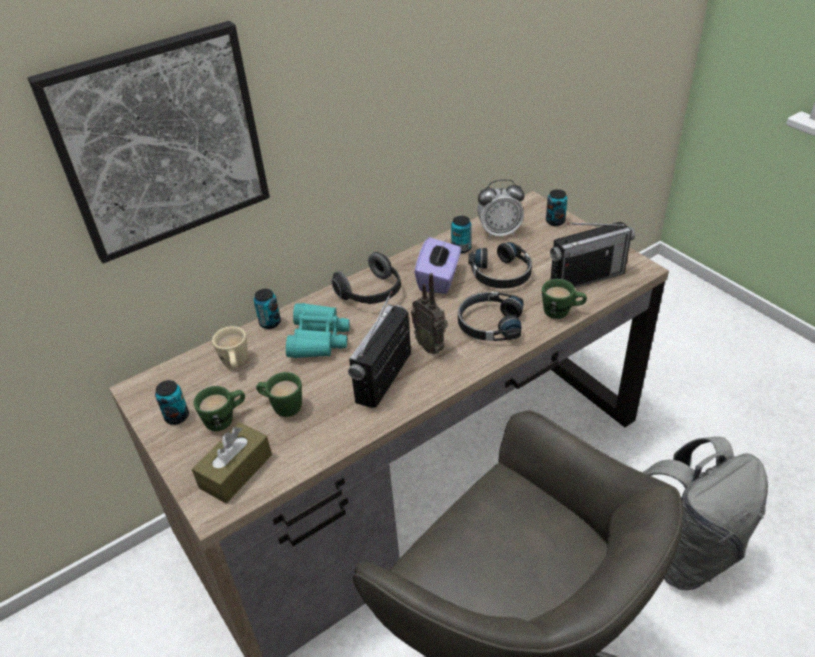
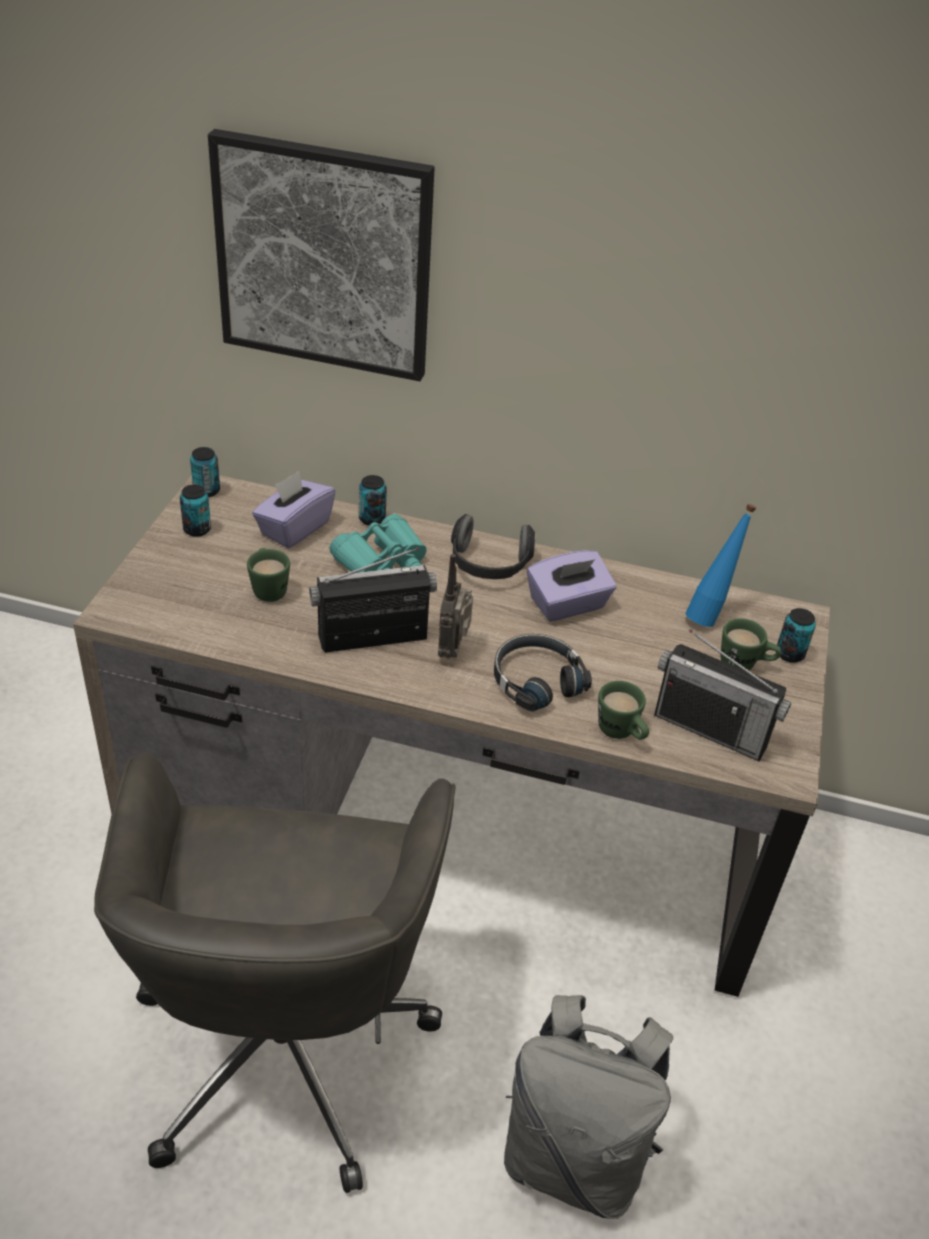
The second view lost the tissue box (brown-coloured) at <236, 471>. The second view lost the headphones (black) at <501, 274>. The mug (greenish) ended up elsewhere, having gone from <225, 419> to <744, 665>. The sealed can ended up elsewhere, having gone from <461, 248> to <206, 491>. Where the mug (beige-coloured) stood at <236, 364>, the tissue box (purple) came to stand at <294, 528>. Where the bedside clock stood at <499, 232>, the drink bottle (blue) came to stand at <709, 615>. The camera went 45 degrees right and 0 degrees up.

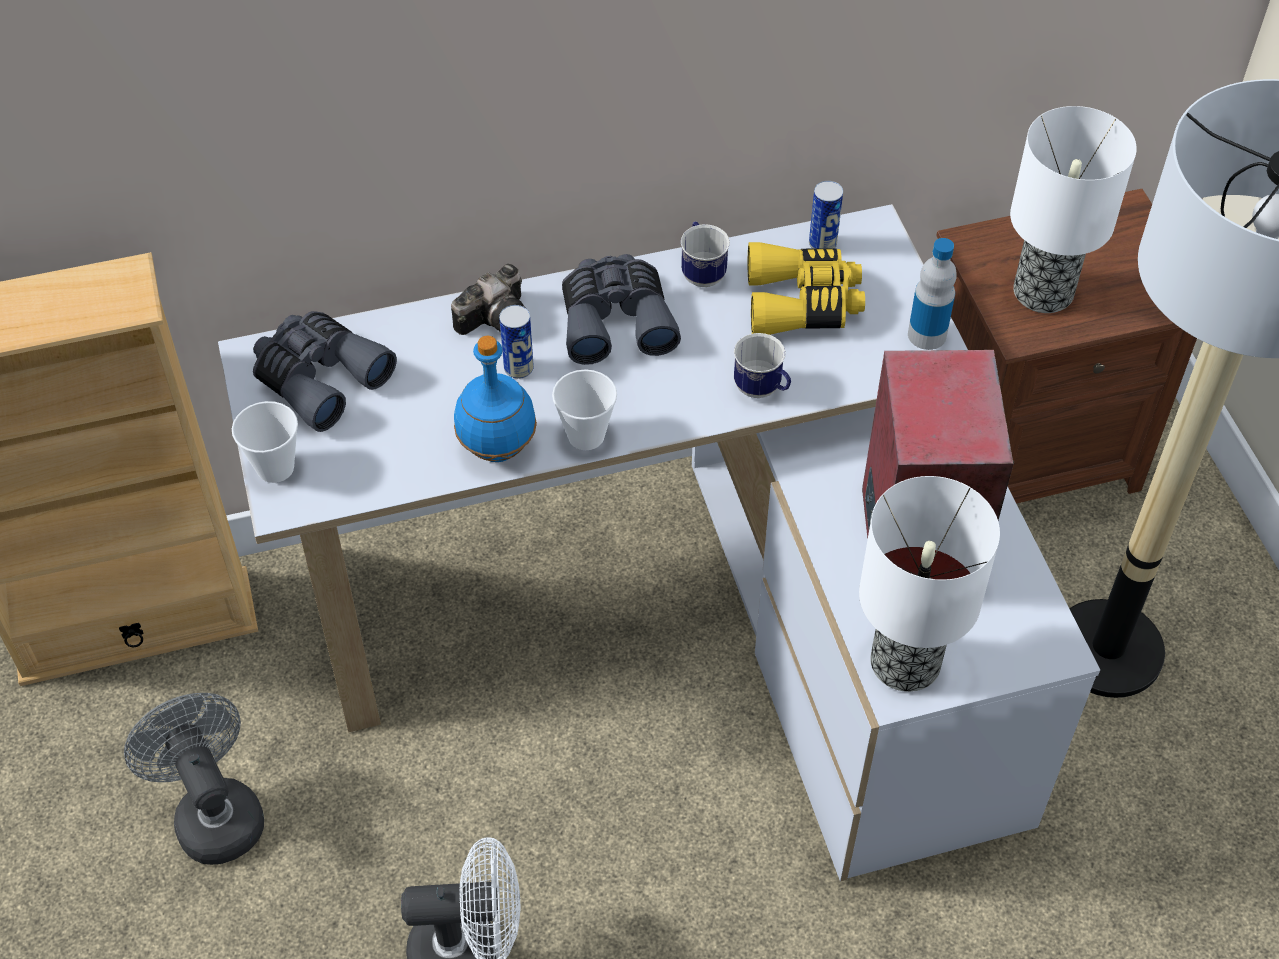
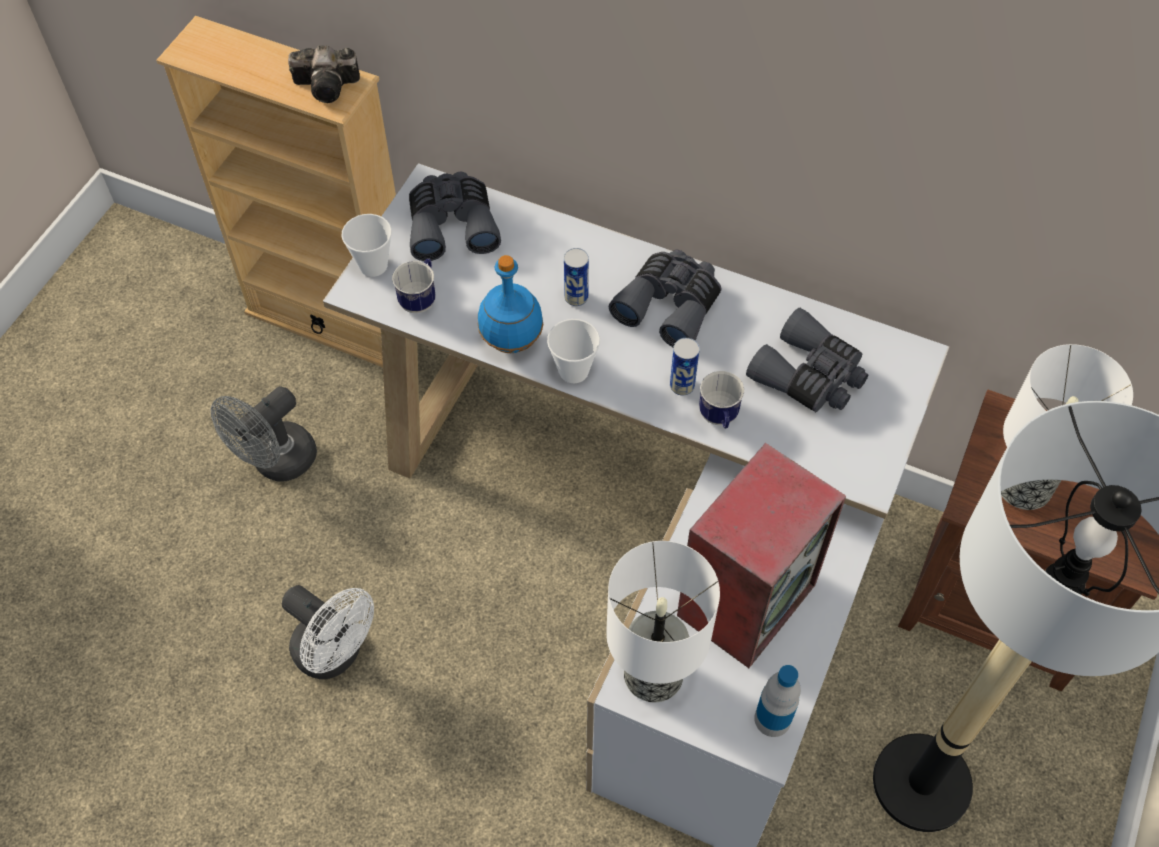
The still camera ended up elsewhere, having gone from <498, 317> to <329, 86>. The mug ended up elsewhere, having gone from <701, 271> to <420, 298>. The sealed can ended up elsewhere, having gone from <822, 244> to <682, 386>. The drink bottle ended up elsewhere, having gone from <927, 335> to <772, 719>. What was the pair of binoculars (yellow-coloured) at <803, 303> turned into the pair of binoculars (grey) at <809, 376>. The fan (grey) at <214, 813> ended up facing another way, 150 degrees counterclockwise from before. The camera went 40 degrees right and 5 degrees up.

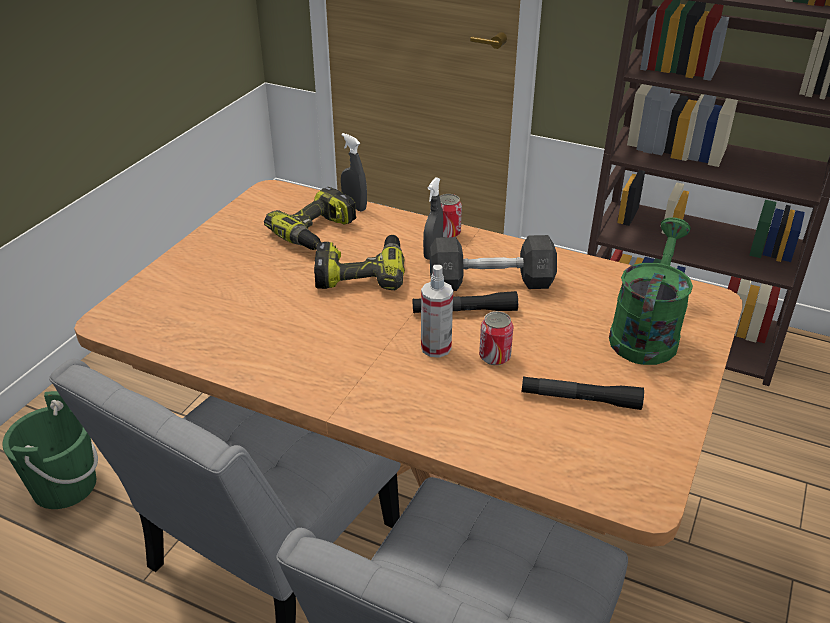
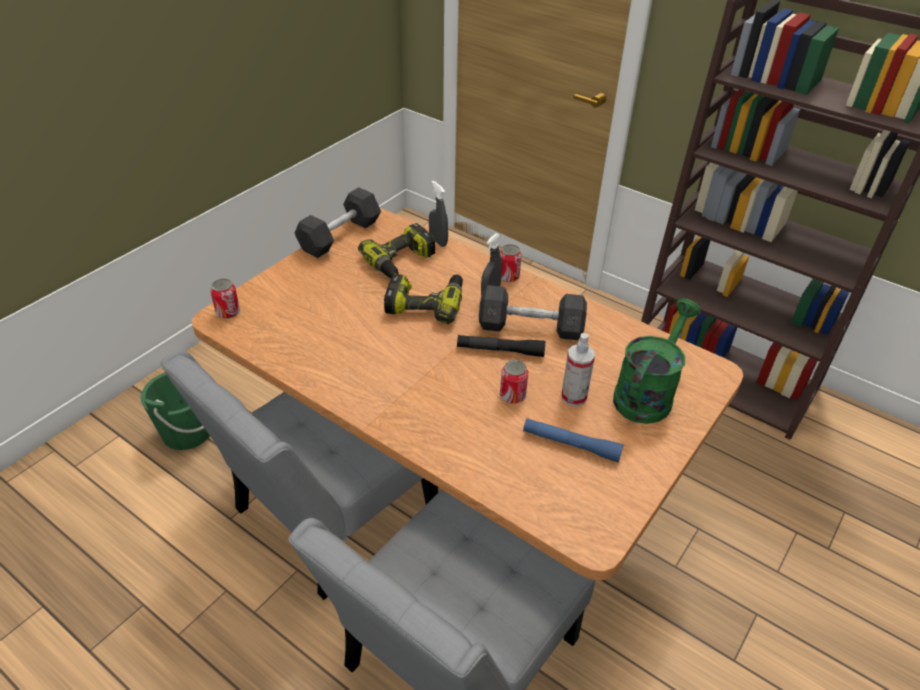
The second view gained the sealed can at <228, 312>. The second view gained the dumbbell (grey) at <340, 236>. The sprayer ended up elsewhere, having gone from <436, 347> to <573, 397>. What was the flashlight (black) at <580, 399> turned into the flashlight (blue) at <571, 445>. The camera went 10 degrees right and 5 degrees up.

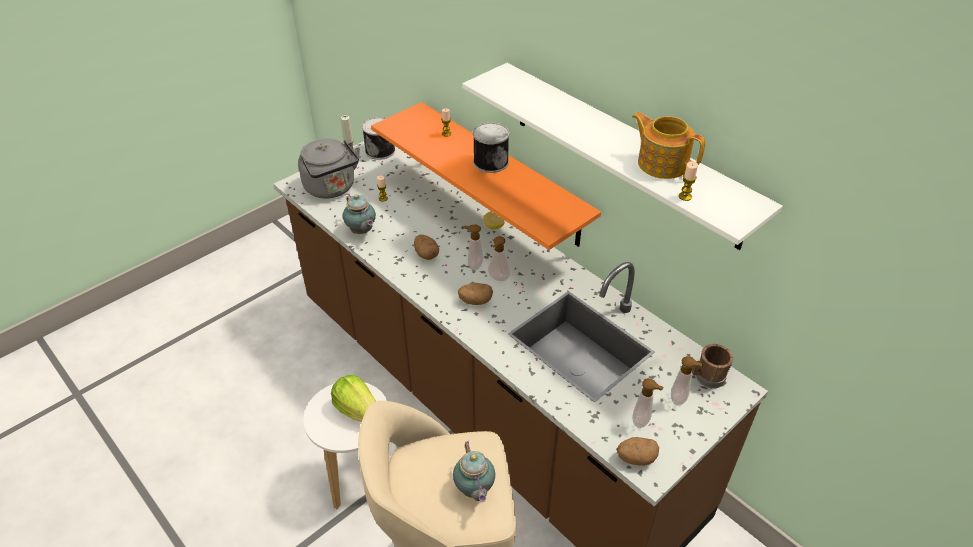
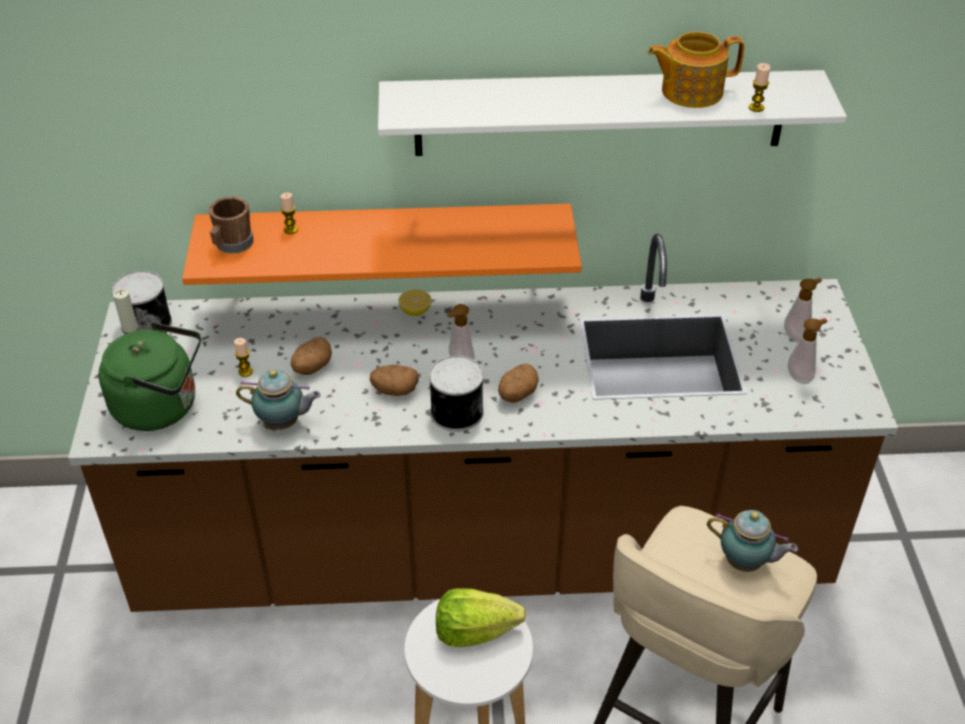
The second view lost the soap dispenser at <498, 279>. The sealed can ended up elsewhere, having gone from <490, 162> to <455, 412>. The potato ended up elsewhere, having gone from <635, 458> to <312, 367>. The mug (brown-coloured) ended up elsewhere, having gone from <706, 378> to <232, 245>. What was the kettle (grey) at <332, 188> turned into the kettle (greenish) at <161, 406>. The camera went 50 degrees left and 0 degrees up.

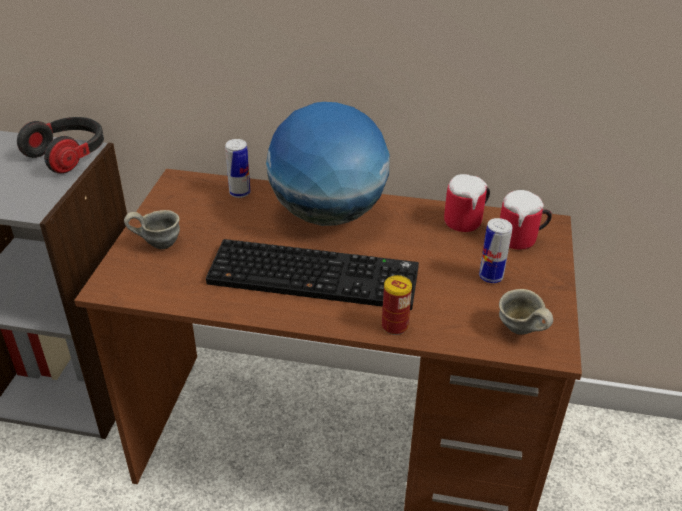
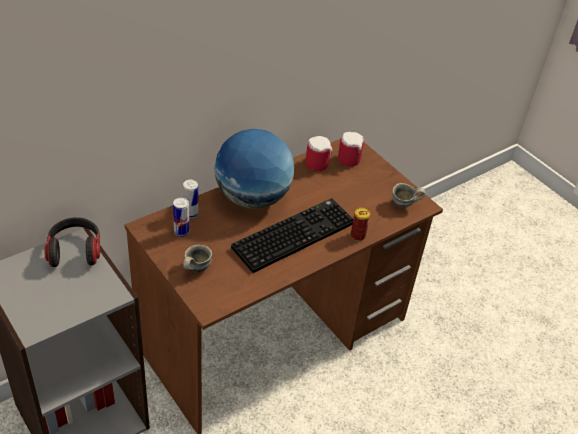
The sealed can ended up elsewhere, having gone from <490, 276> to <181, 232>. The camera went 50 degrees left and 5 degrees up.

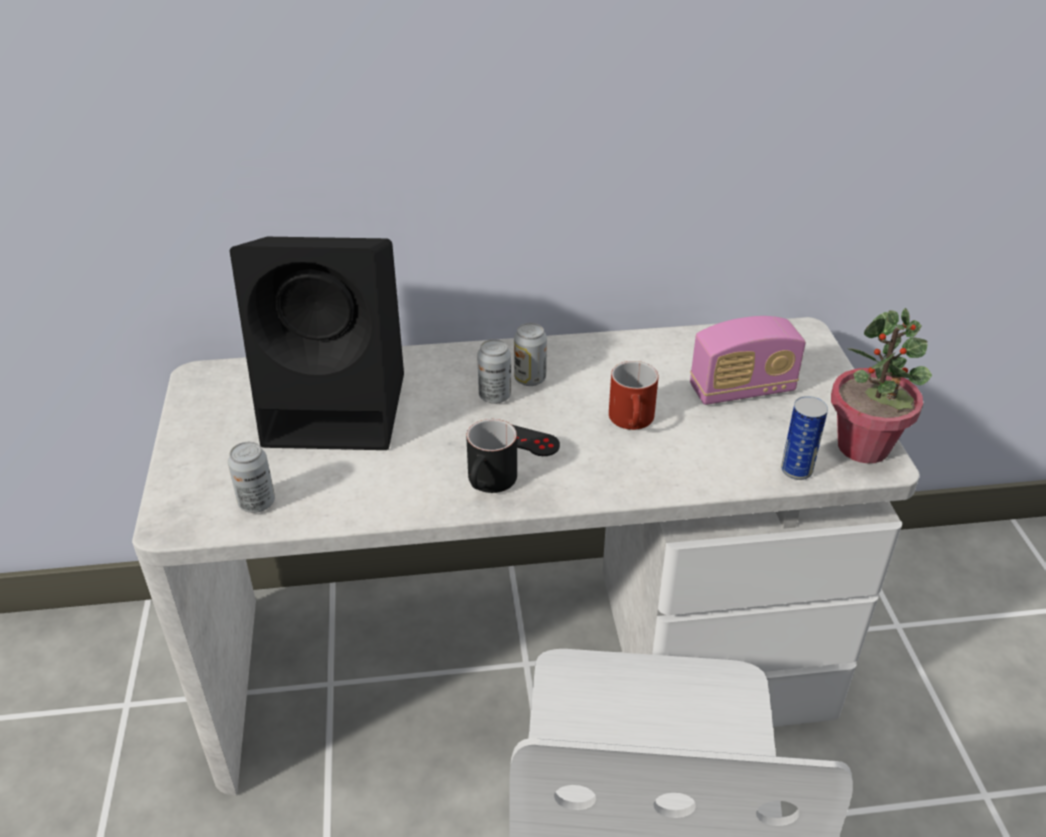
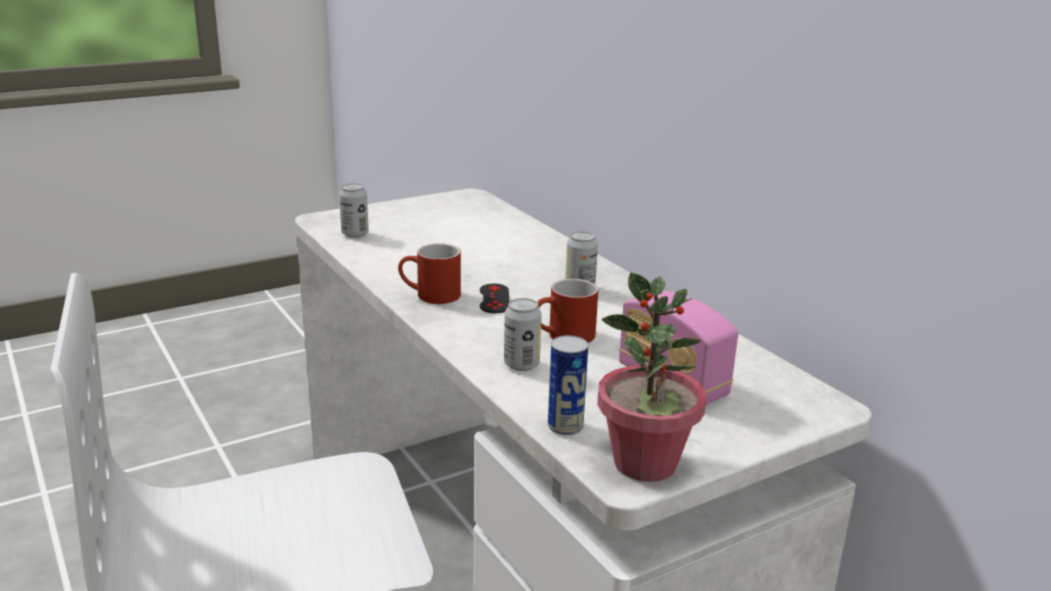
The second view lost the audio speaker (black) at <340, 409>. The sealed can ended up elsewhere, having gone from <495, 396> to <521, 364>. What was the mug (black) at <490, 483> turned into the mug (red) at <430, 296>. The camera went 65 degrees right and 15 degrees down.

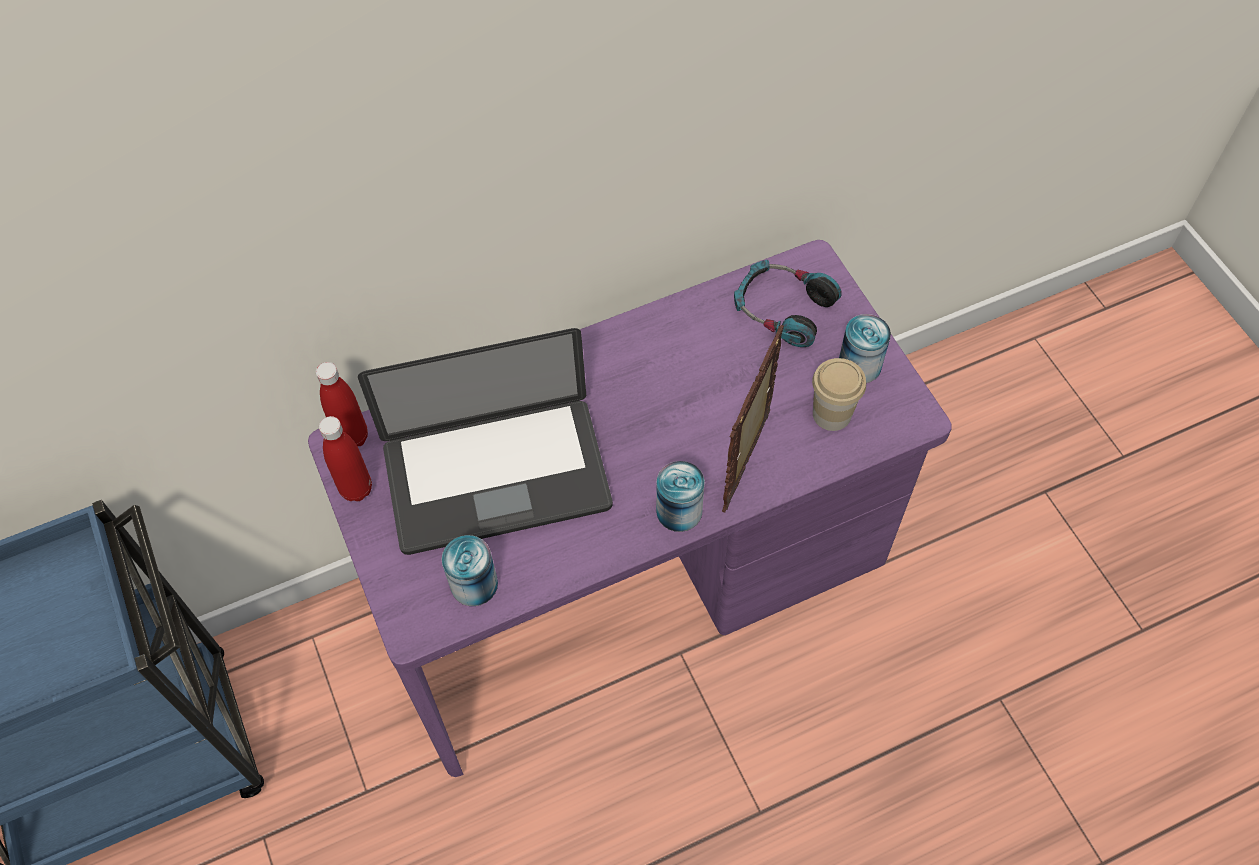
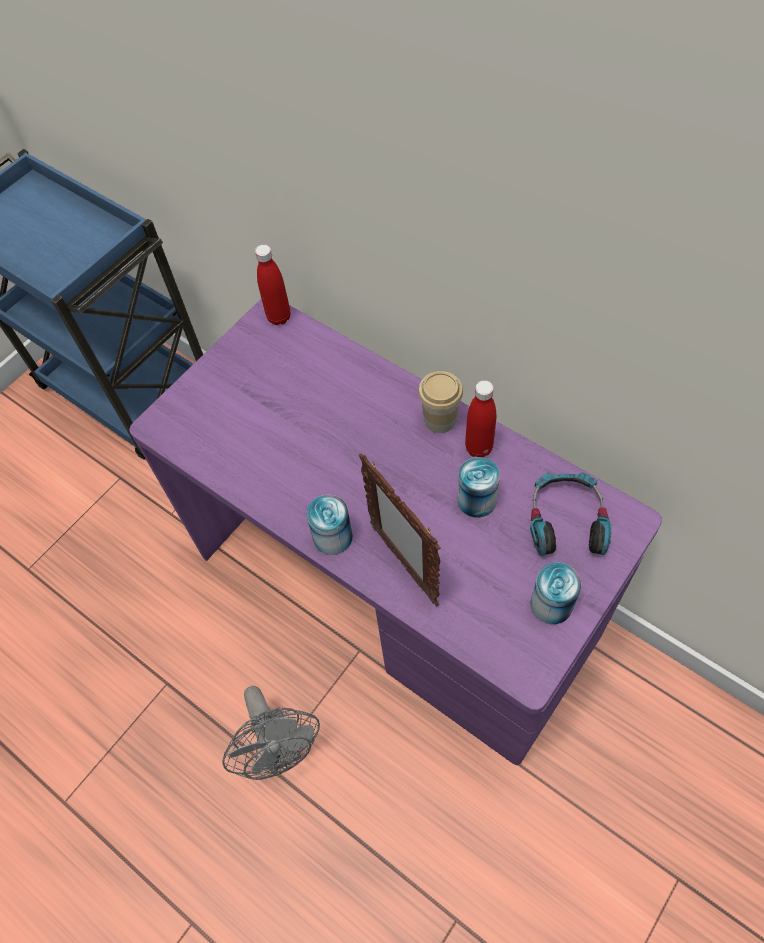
The second view lost the laptop at <497, 477>. The second view gained the fan (grey) at <281, 749>. The drink bottle (red) ended up elsewhere, having gone from <356, 489> to <478, 448>. The sealed can ended up elsewhere, having gone from <474, 584> to <476, 500>. The small cup ended up elsewhere, having gone from <831, 414> to <440, 419>. The photo frame at <747, 462> ended up facing another way, 120 degrees counterclockwise from before. The camera went 65 degrees right and 0 degrees up.

